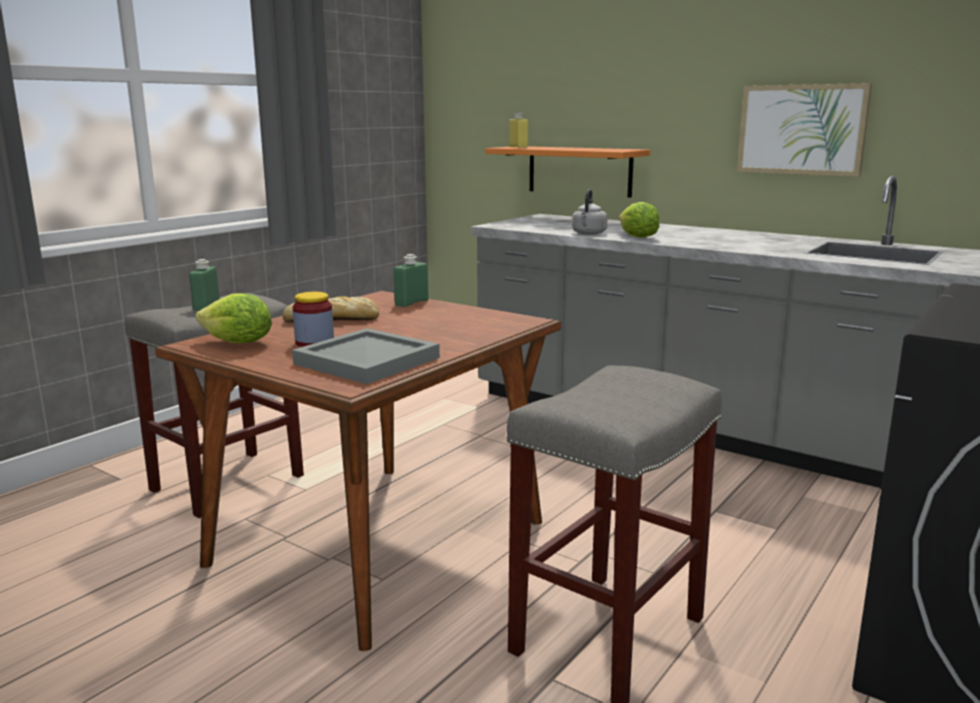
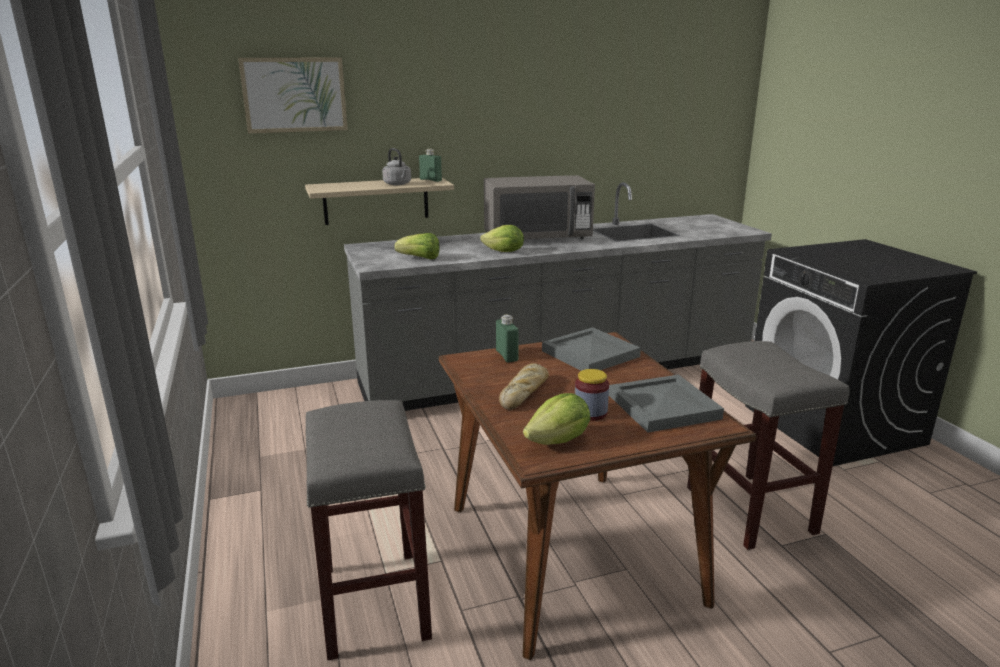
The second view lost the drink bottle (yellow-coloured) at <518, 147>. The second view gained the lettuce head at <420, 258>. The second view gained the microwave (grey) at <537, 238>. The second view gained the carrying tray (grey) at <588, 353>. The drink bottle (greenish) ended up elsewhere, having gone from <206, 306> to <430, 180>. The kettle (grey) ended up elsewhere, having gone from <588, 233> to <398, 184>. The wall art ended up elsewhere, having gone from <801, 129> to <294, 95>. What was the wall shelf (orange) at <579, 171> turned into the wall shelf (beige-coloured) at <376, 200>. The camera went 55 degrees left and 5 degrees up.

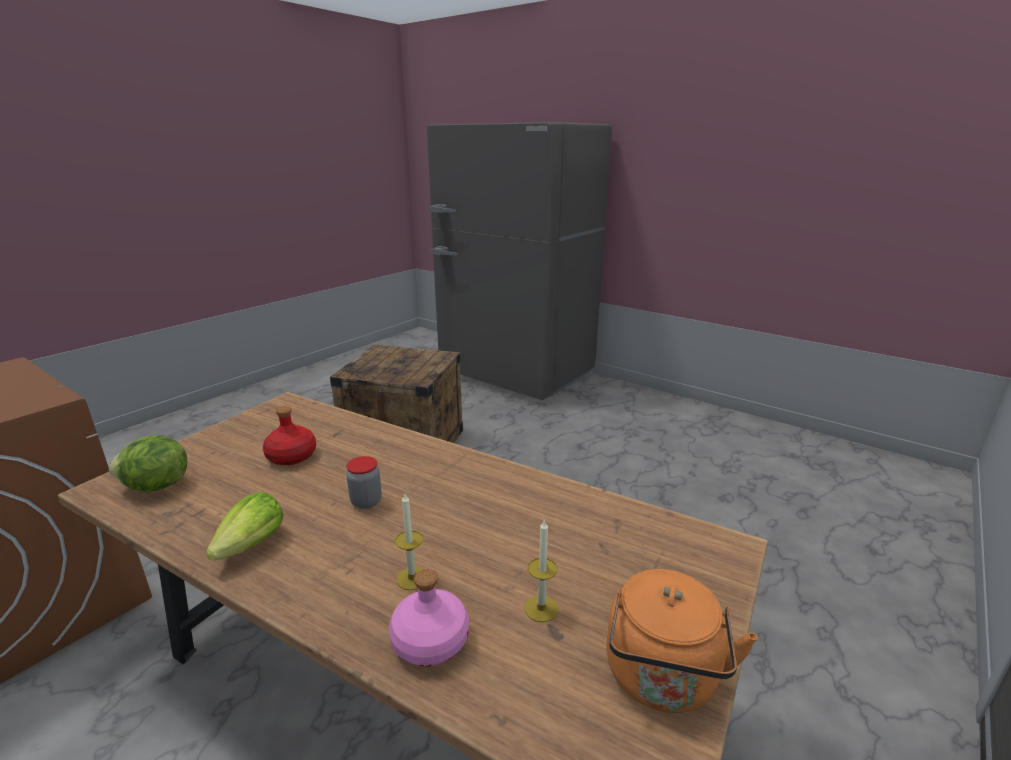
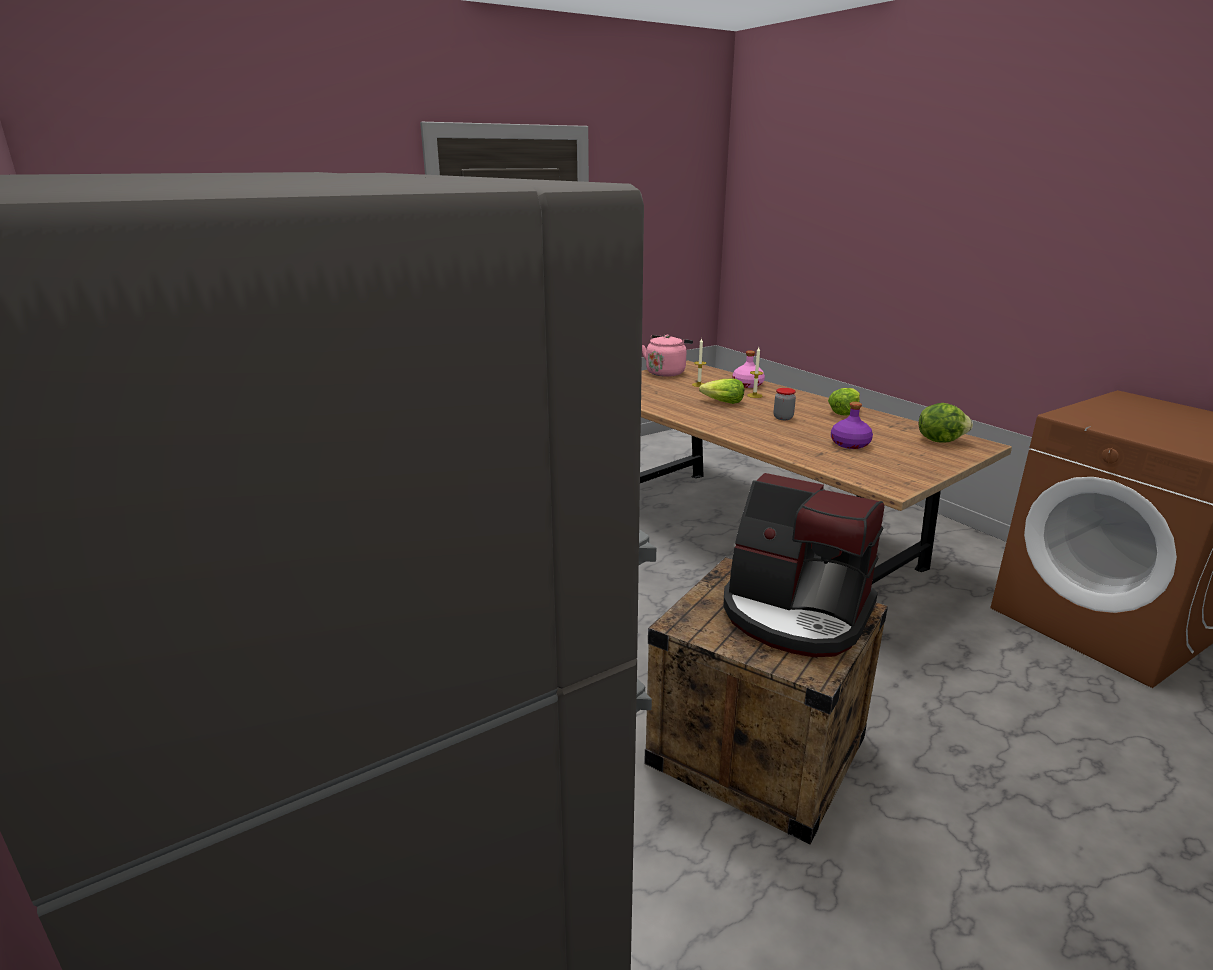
The second view gained the lettuce head at <722, 402>. The second view gained the coffee machine at <795, 614>. What was the drink bottle (red) at <292, 456> turned into the drink bottle (purple) at <849, 444>. What was the kettle (orange) at <662, 680> turned into the kettle (pink-coloured) at <666, 372>. The camera went 160 degrees left and 0 degrees up.

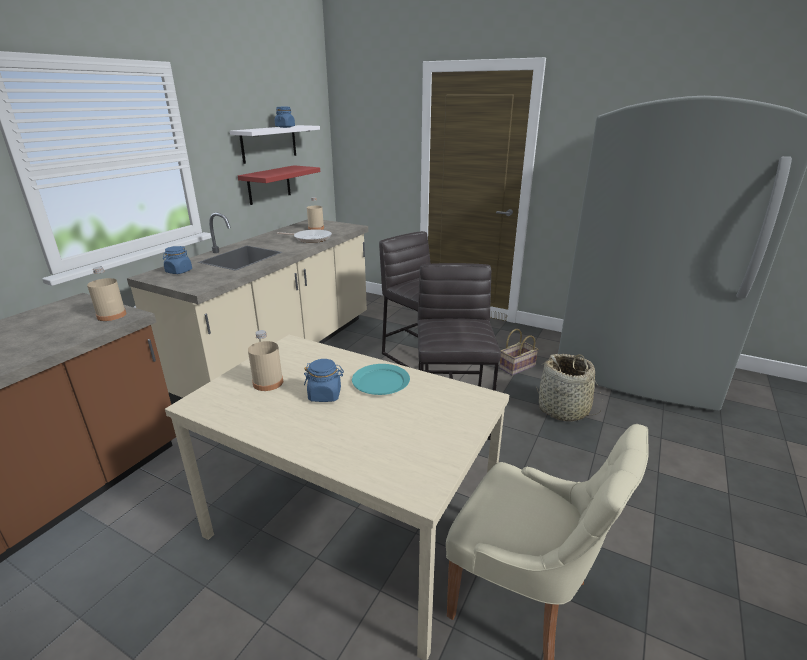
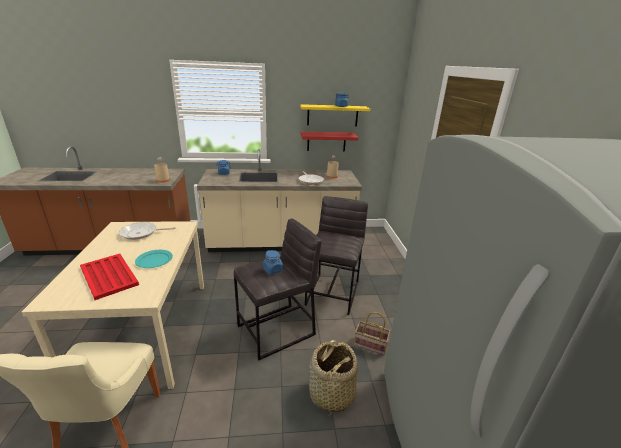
The second view gained the carrying tray (red) at <109, 276>. The storage jar (blue) ended up elsewhere, having gone from <325, 395> to <273, 270>. Where the drink bottle (beige-coloured) stood at <268, 382>, the pan came to stand at <141, 233>. What was the wall shelf (whitish) at <269, 143> turned into the wall shelf (yellow-coloured) at <332, 115>. The camera went 55 degrees right and 0 degrees up.

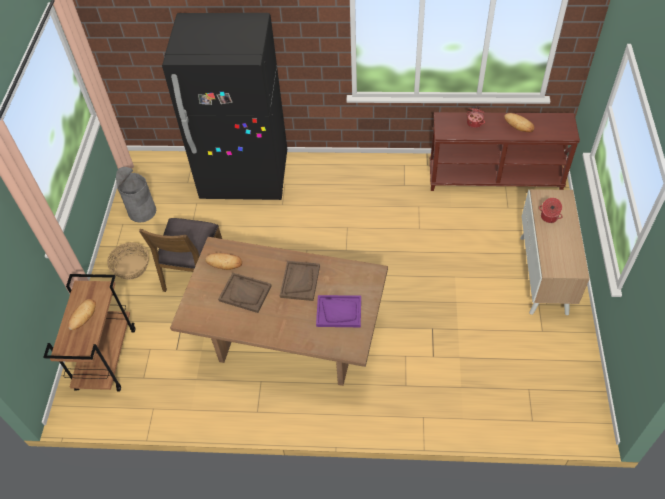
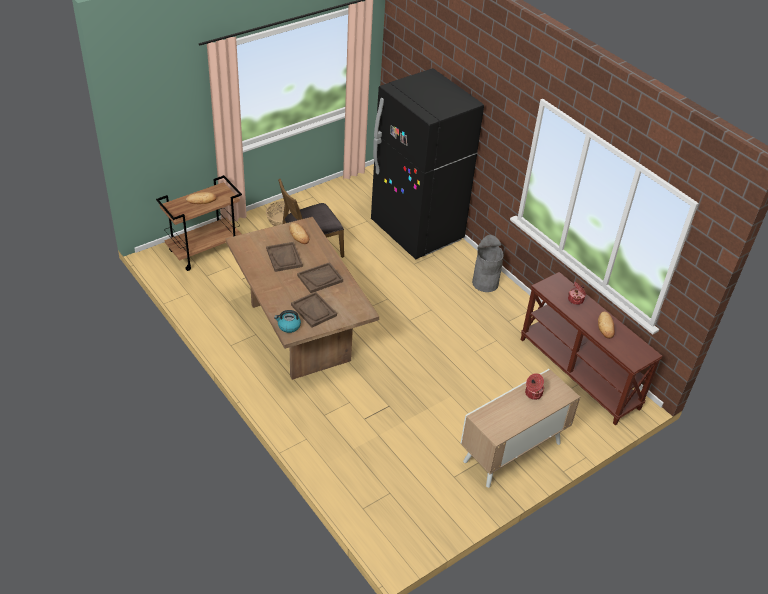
The second view gained the kettle at <288, 326>. The waste bin (grey) ended up elsewhere, having gone from <142, 211> to <485, 283>. What was the carrying tray (purple) at <339, 312> turned into the carrying tray (brown-coloured) at <314, 310>. The camera went 45 degrees right and 10 degrees down.

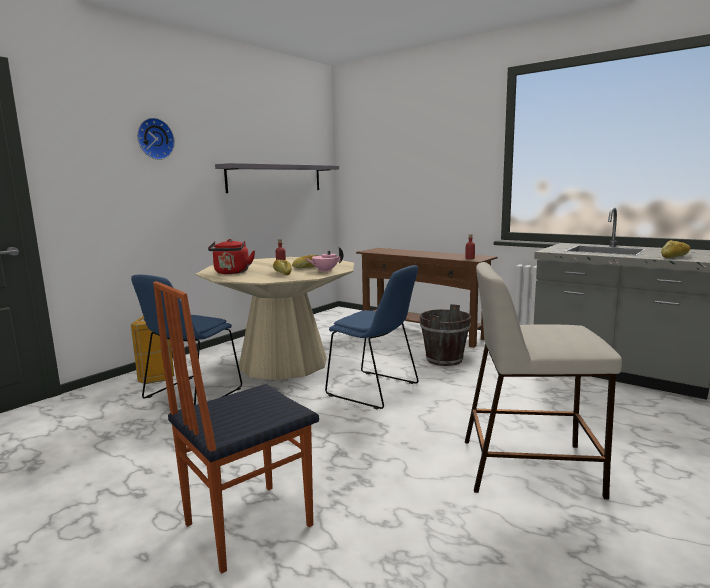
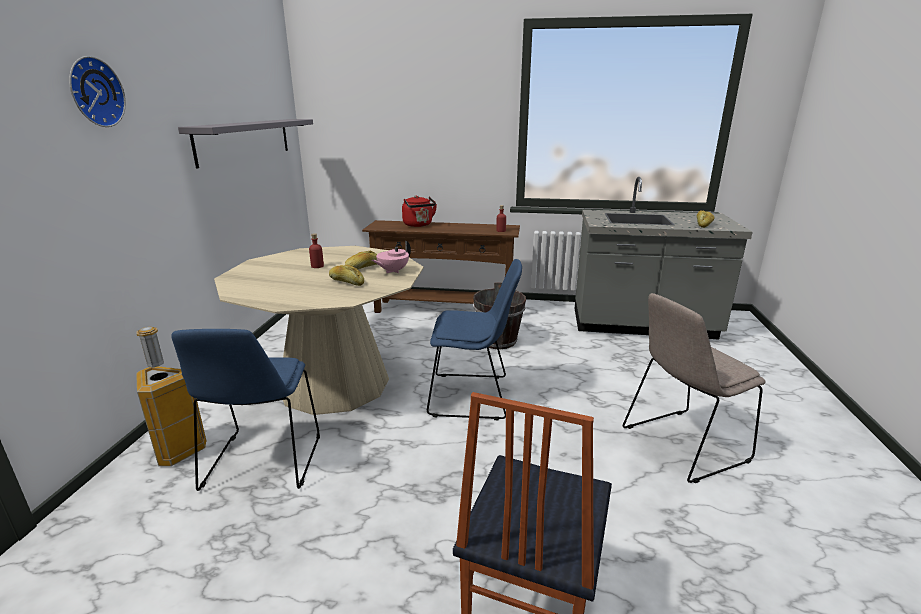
The kettle (red) ended up elsewhere, having gone from <231, 273> to <418, 225>. Where the stool (beige-coloured) stood at <531, 467>, the plain chair (beige-coloured) came to stand at <681, 445>. The camera went 30 degrees left and 10 degrees up.

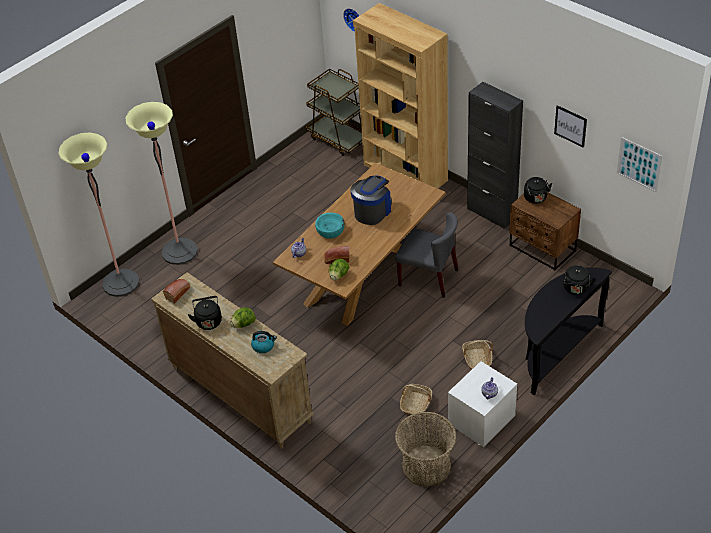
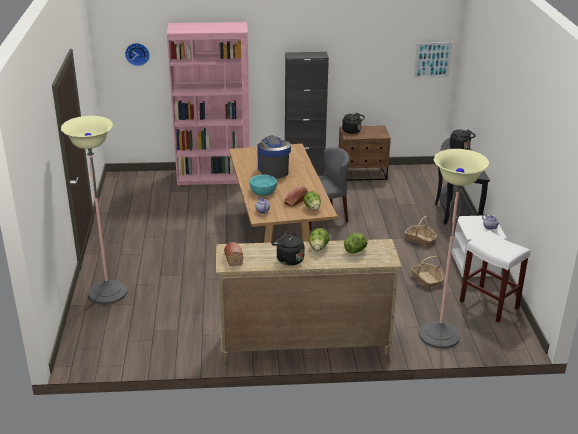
The second view lost the cart (brown-coloured) at <338, 139>. The second view lost the wall art at <570, 126>. The floor lamp ended up elsewhere, having gone from <121, 283> to <439, 335>. Where the kettle stood at <263, 346>, the lettuce head came to stand at <356, 251>. Where the storage basket stood at <426, 466>, the stool (whitish) came to stand at <488, 304>. What was the bookcase (brown-coloured) at <405, 173> turned into the bookcase (pink-coloured) at <214, 177>. The camera went 50 degrees left and 15 degrees down.

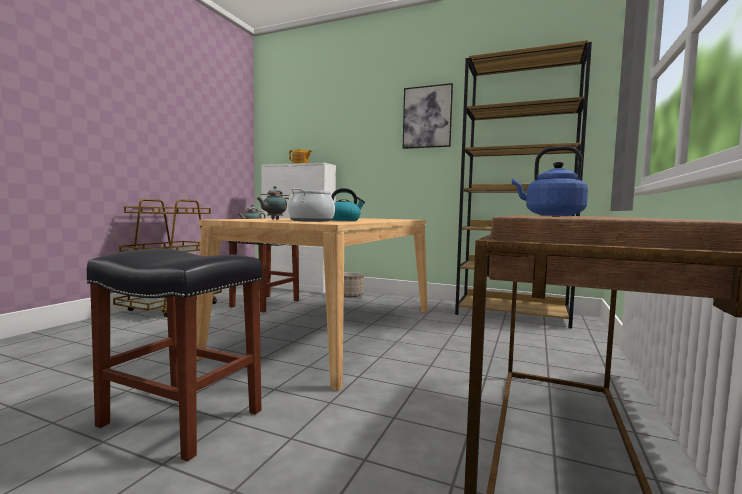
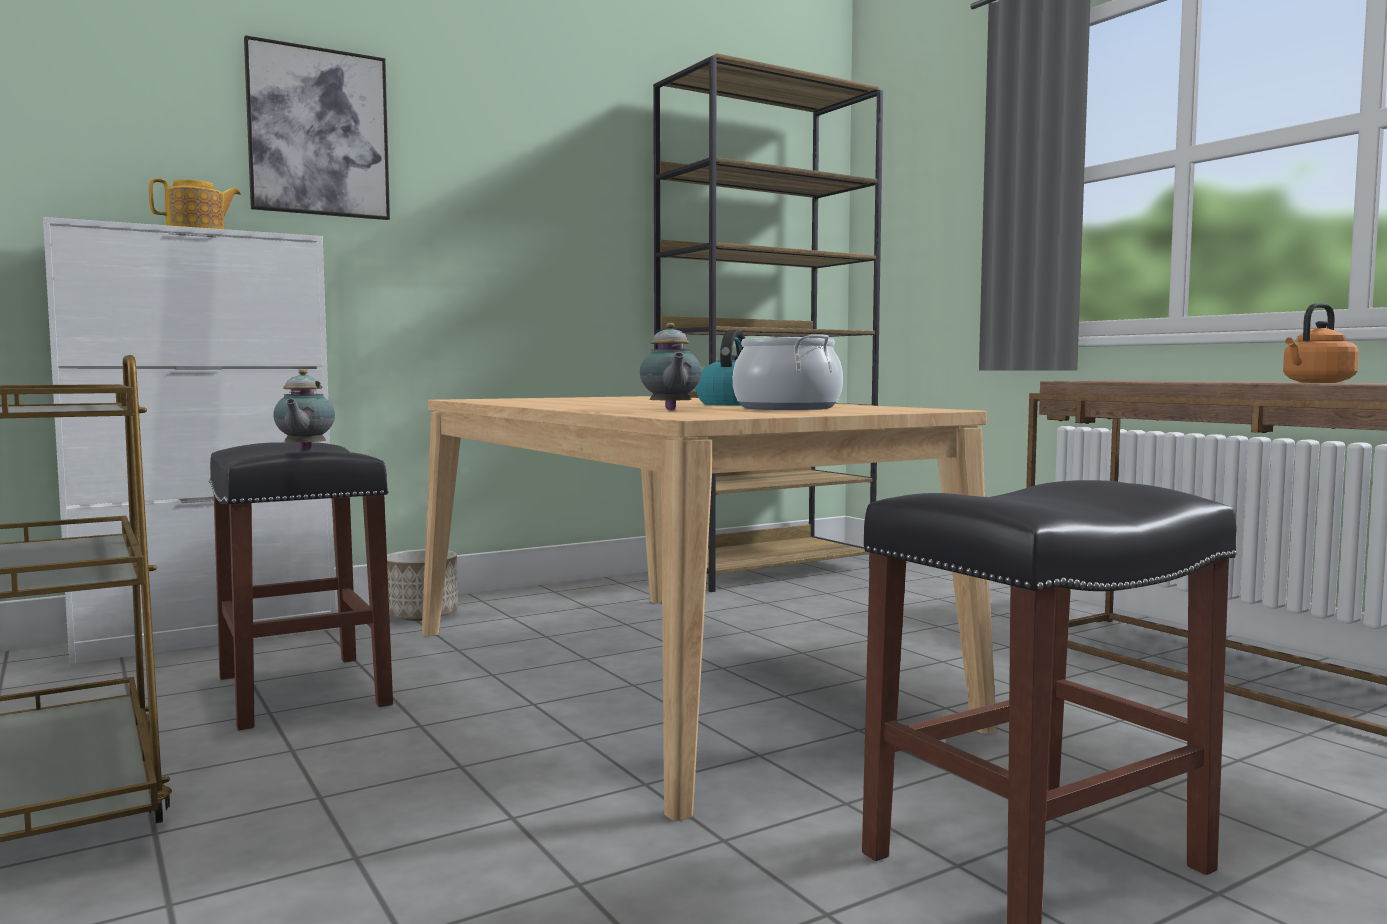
The wall art ended up elsewhere, having gone from <427, 117> to <318, 132>. What was the kettle (blue) at <550, 215> turned into the kettle (orange) at <1316, 382>. The camera went 55 degrees left and 0 degrees up.

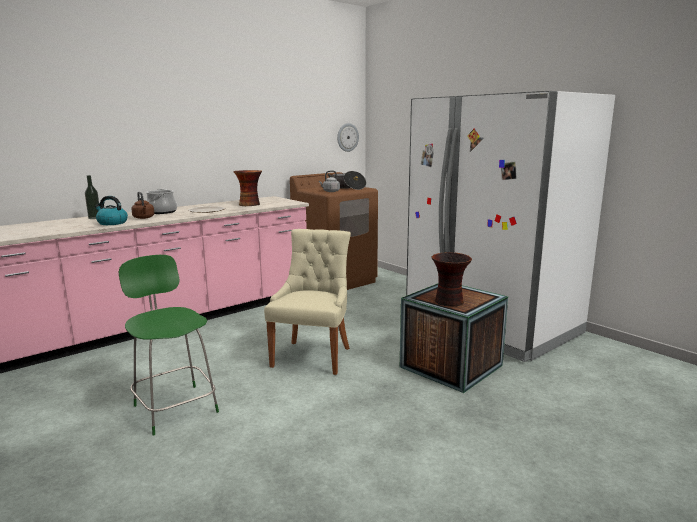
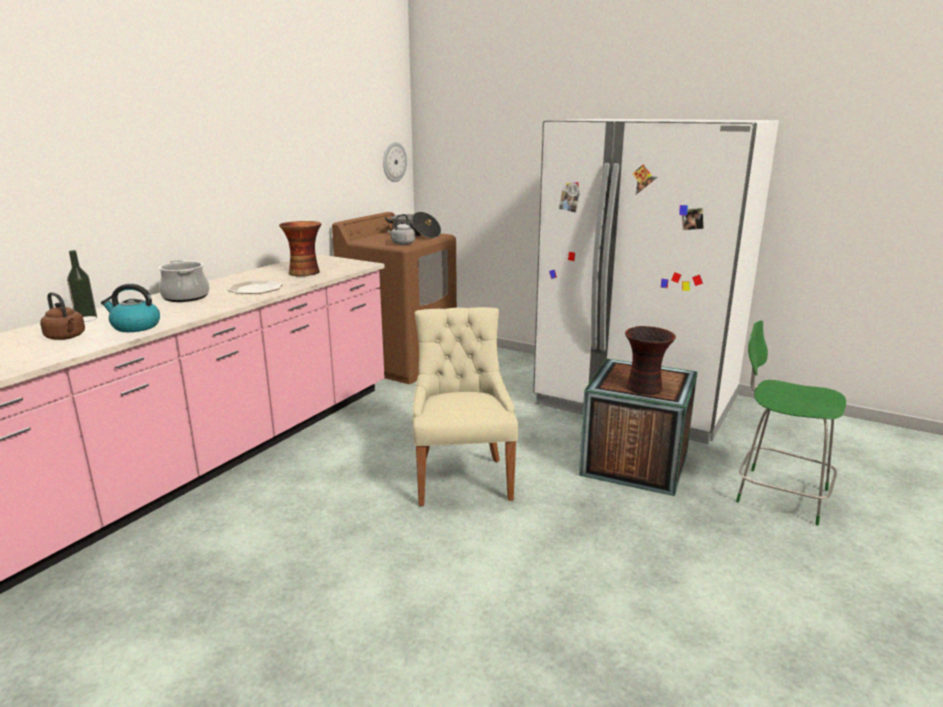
The plain chair (greenish) ended up elsewhere, having gone from <174, 407> to <778, 494>. The kettle (brown-coloured) ended up elsewhere, having gone from <144, 218> to <66, 337>. The camera went 20 degrees left and 5 degrees up.

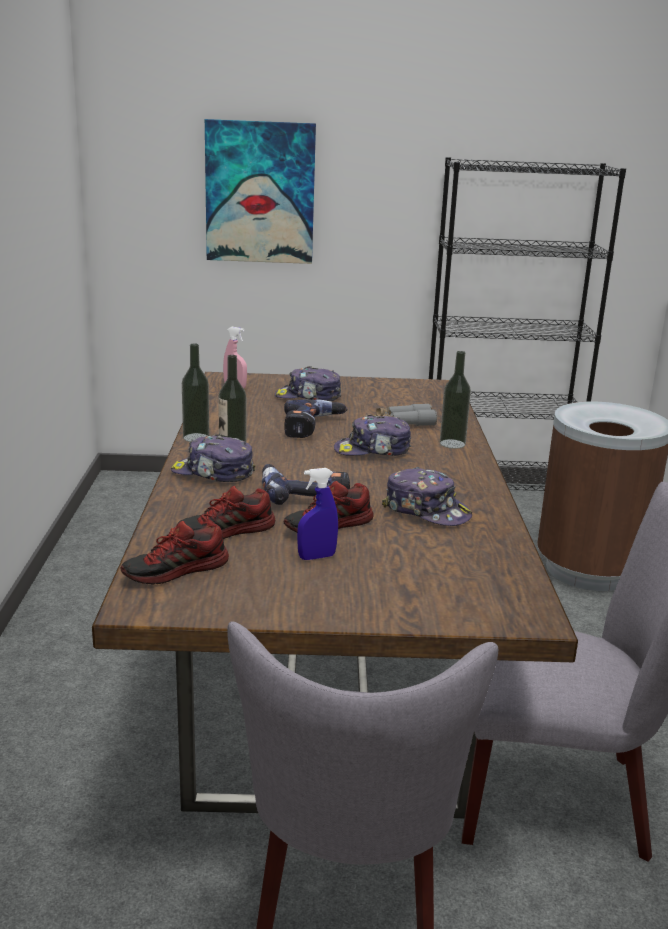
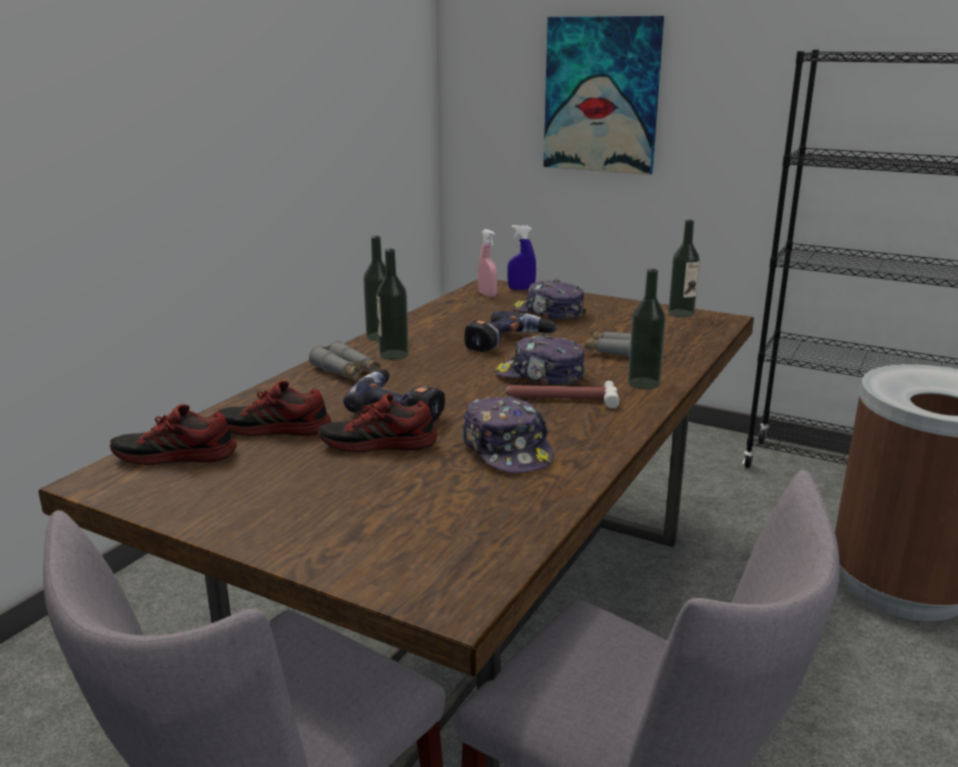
The second view gained the hammer at <560, 398>. The second view gained the drink bottle at <681, 313>. The sprayer (blue) ended up elsewhere, having gone from <316, 557> to <521, 289>. Where the cap stood at <213, 473>, the pair of binoculars (grey) came to stand at <346, 371>. The camera went 30 degrees right and 0 degrees up.

